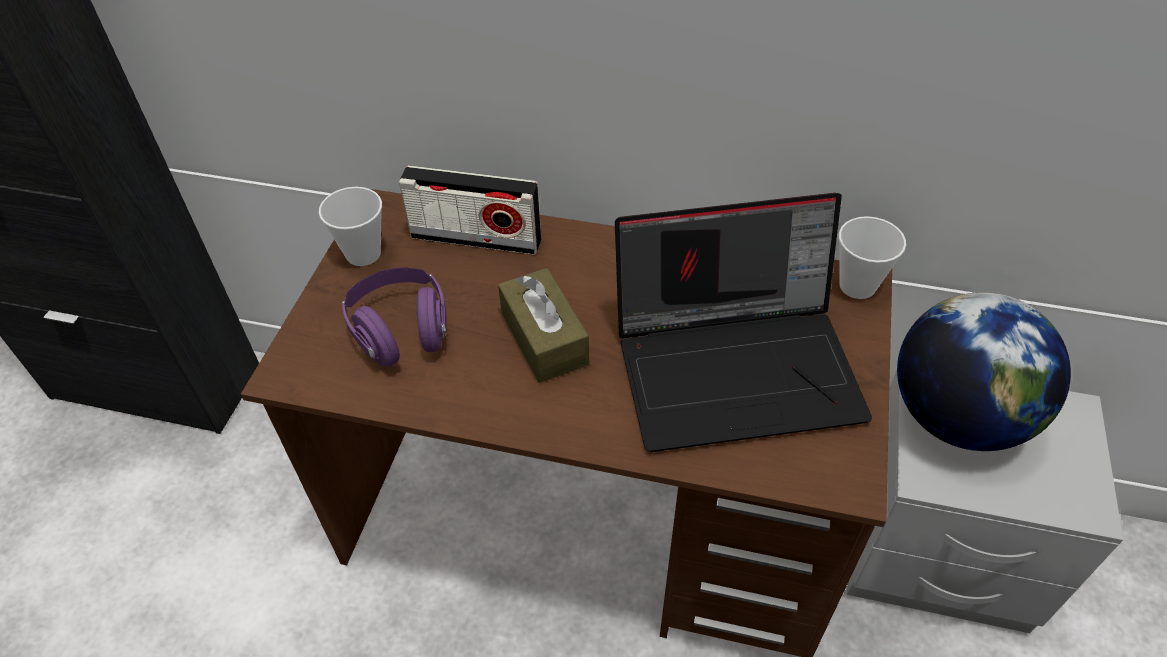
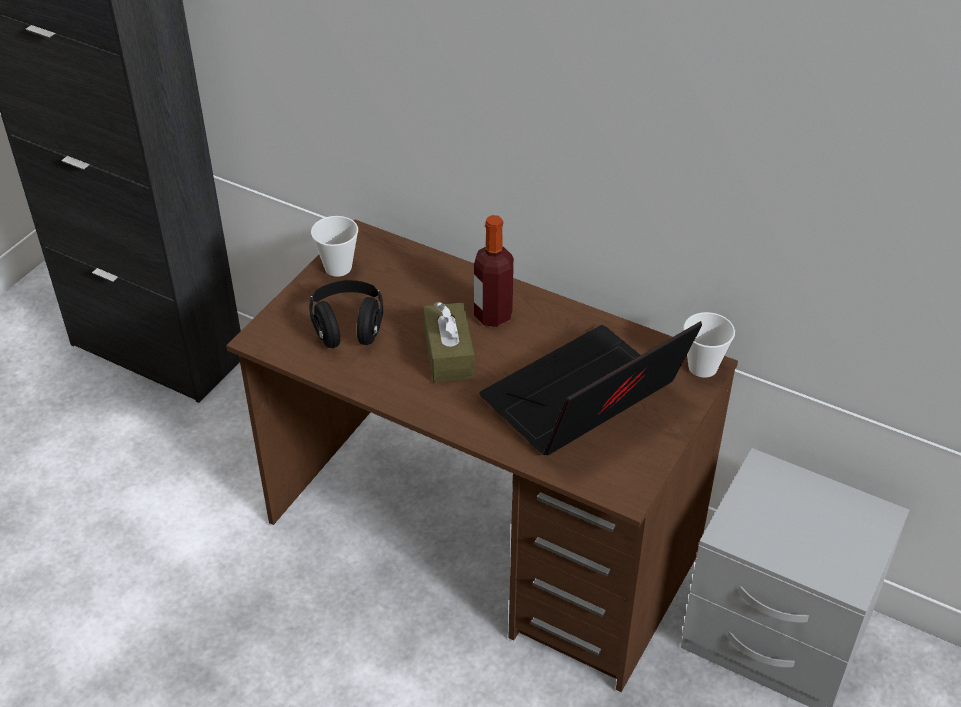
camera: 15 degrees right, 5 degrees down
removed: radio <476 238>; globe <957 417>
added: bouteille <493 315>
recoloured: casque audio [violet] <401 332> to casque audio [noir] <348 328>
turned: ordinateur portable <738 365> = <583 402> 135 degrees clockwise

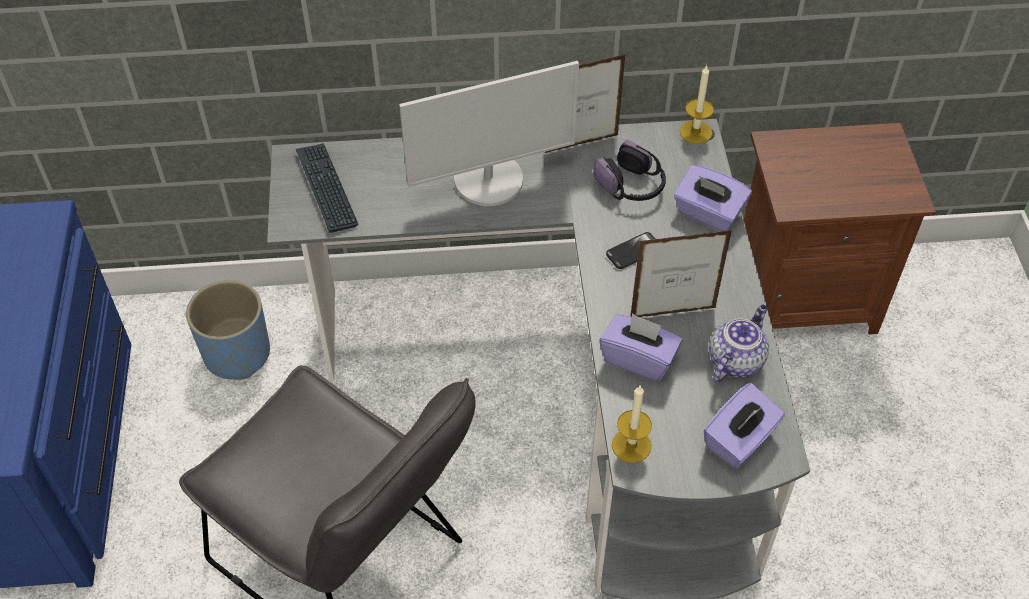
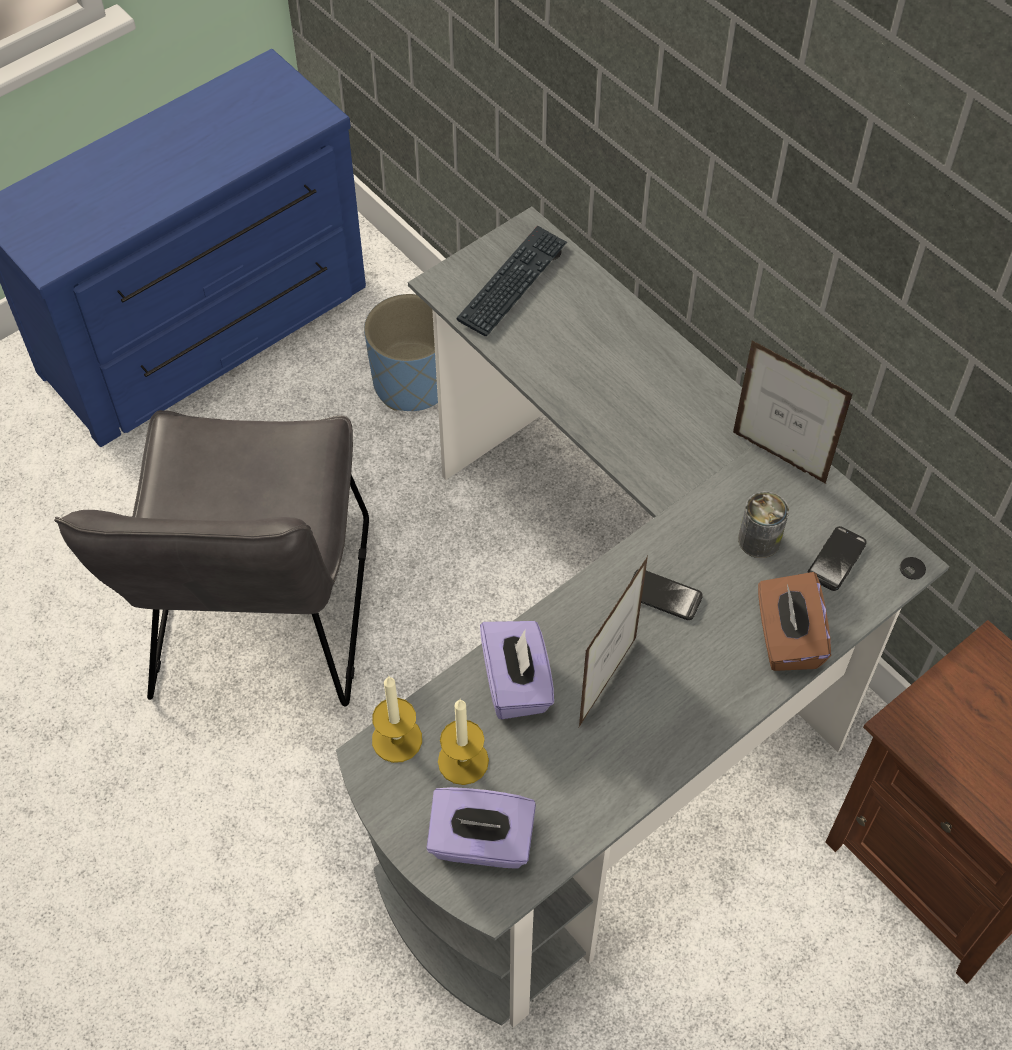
camera: 55 degrees right, 5 degrees up
removed: écran d'ordinateur <489 180>; théière <735 360>
added: téléphone <836 559>
moved: bougie <695 132> to <463 761>
replaced: casque audio <631 186> to boîte métallique <759 540>
recoloured: boîte à mouchoirs [violet] <708 213> to boîte à mouchoirs [marron] <787 638>
turned: cadre photo <673 313> = <607 682> 75 degrees clockwise

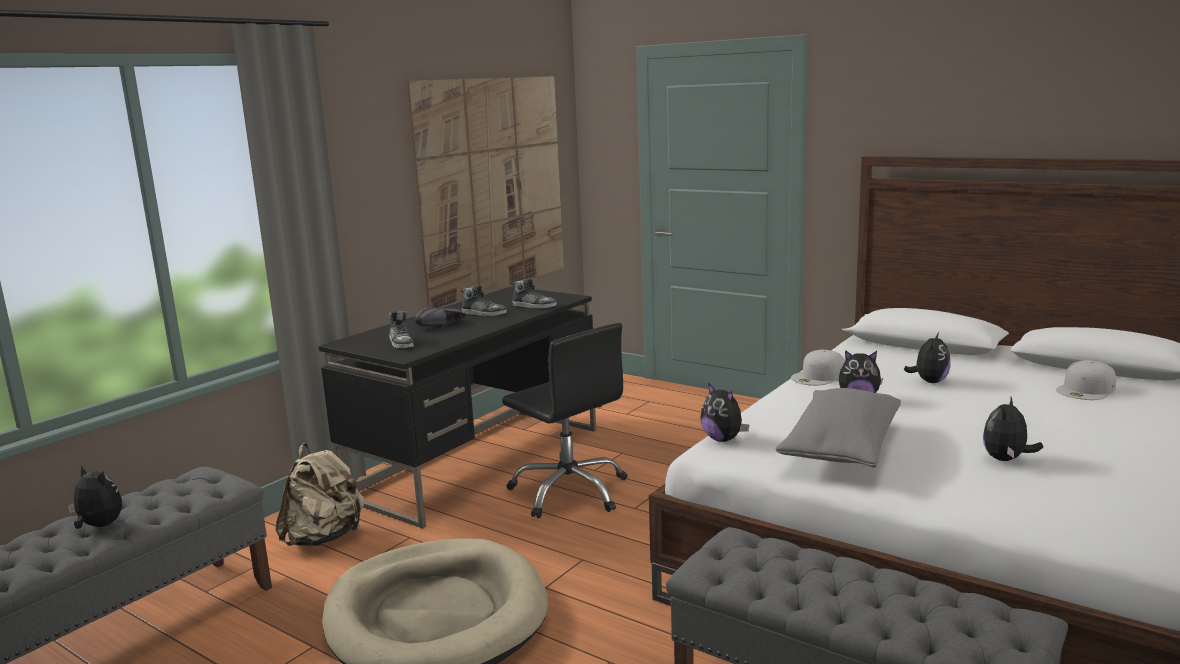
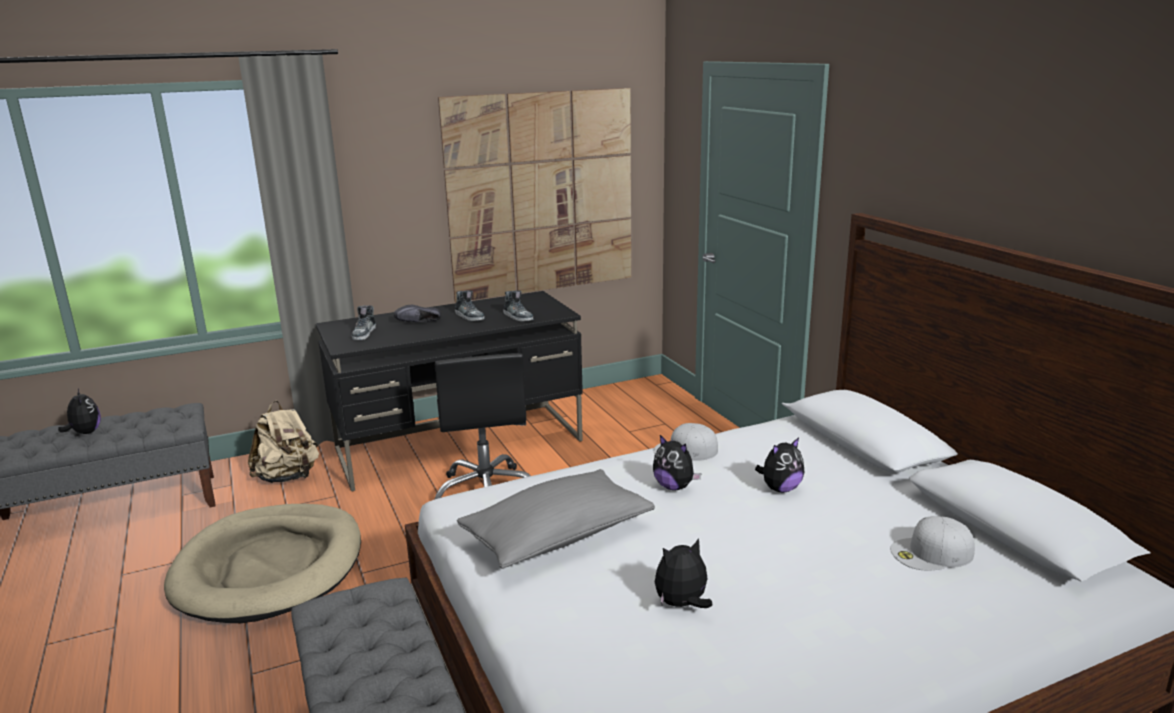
camera: 30 degrees right, 5 degrees up
removed: peluche <723 439>

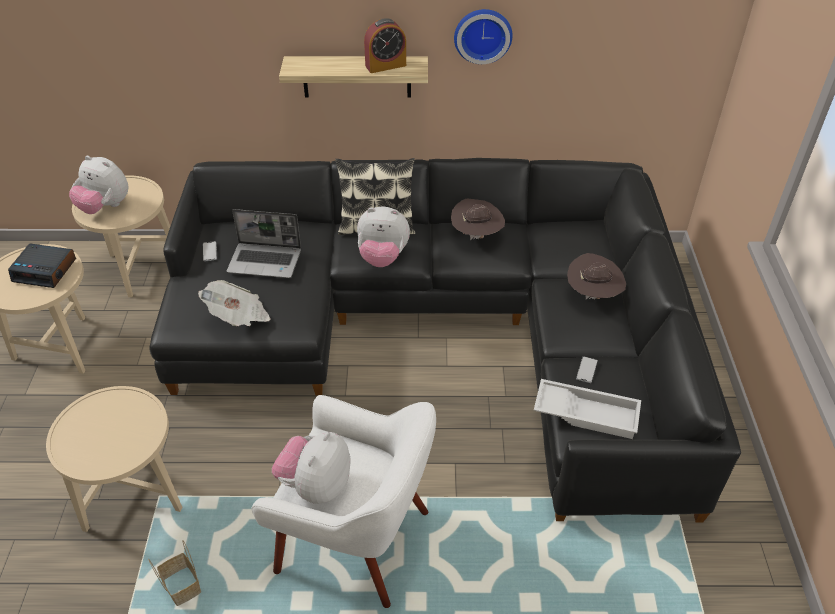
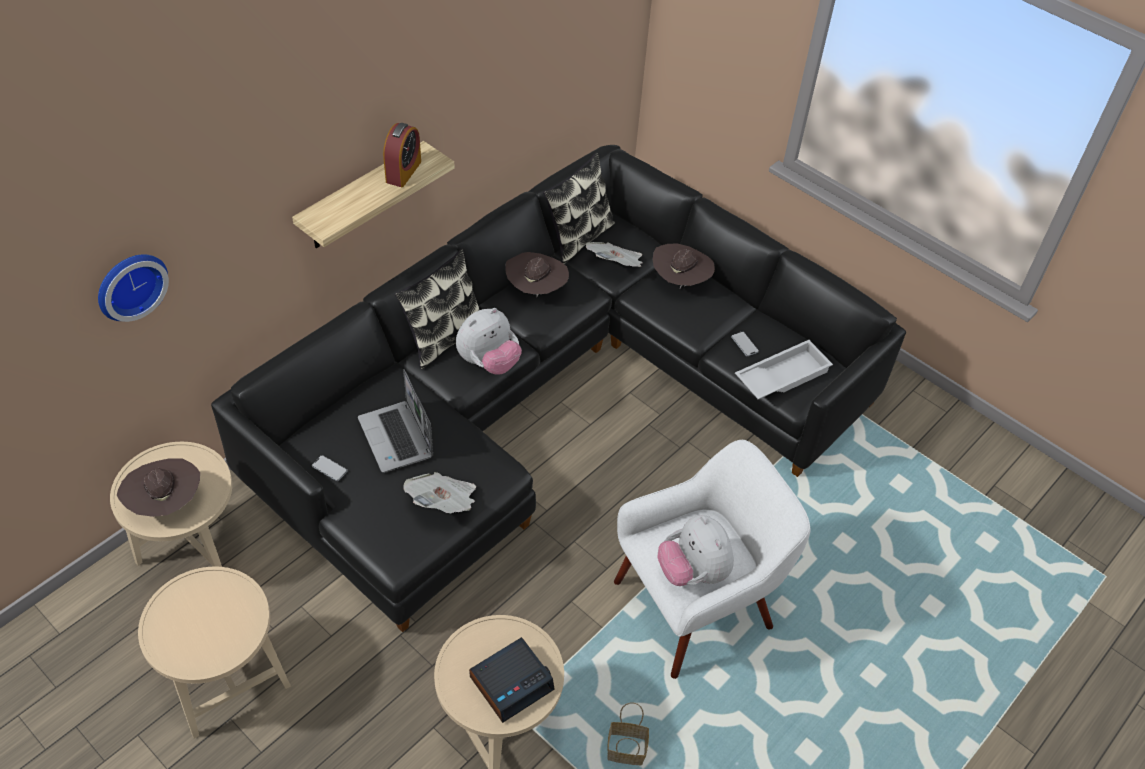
camera: 50 degrees left, 5 degrees up
added: coussin <578 238>; journal <616 265>
moved: réveil <45 270> to <512 682>; horloge murale <482 34> to <129 284>
replaced: peluche <105 207> to chapeau [marron] <166 503>
turned: ordinateur portable <266 261> = <397 438> 105 degrees clockwise

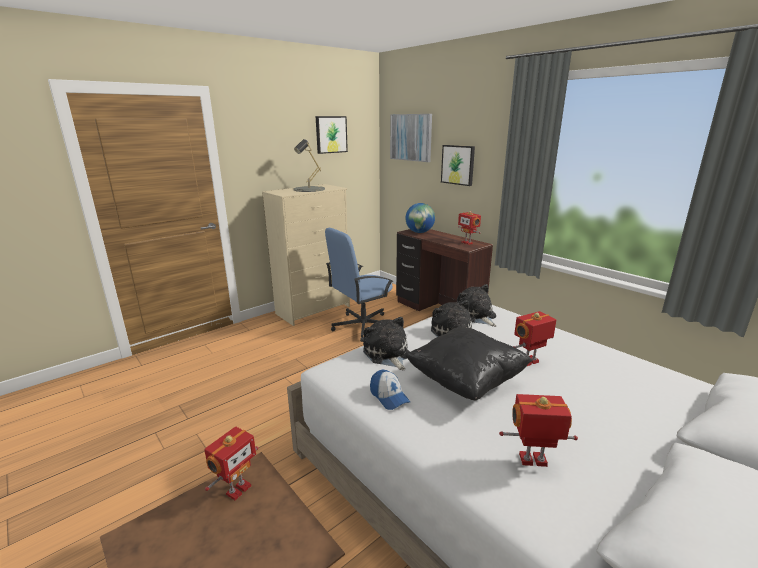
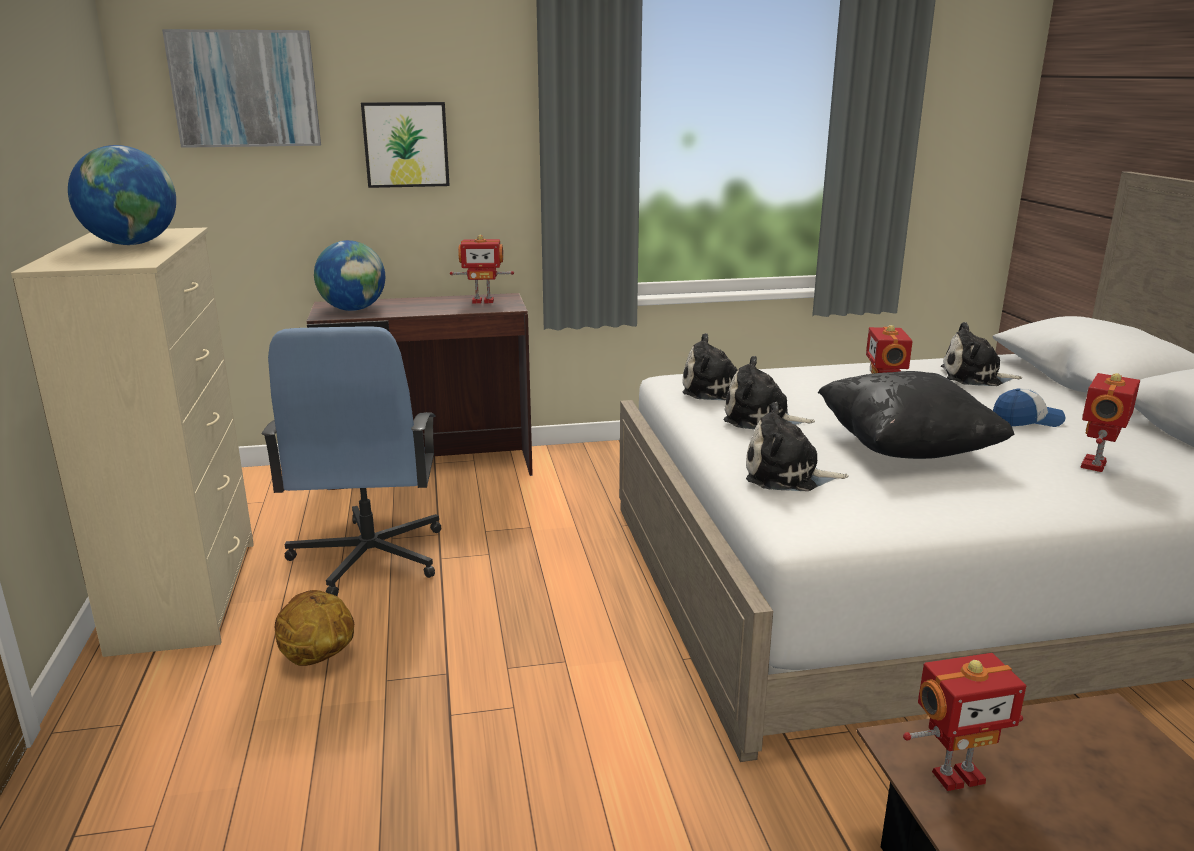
camera: 60 degrees left, 0 degrees up
removed: tableau <331 134>
added: ballon de basket <317 658>; peluche <975 377>
moved: casquette <389 396> to <1026 421>
replaced: lampe de table [gris] <309 189> to globe <132 244>
turned: robot jouet <237 489> = <956 775> 105 degrees clockwise

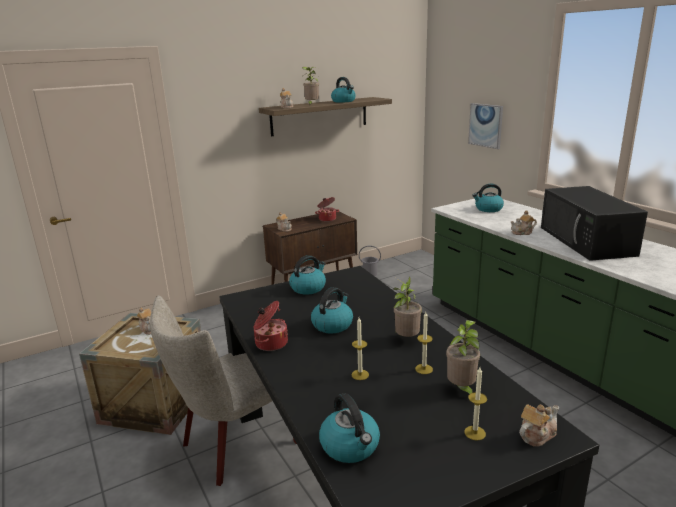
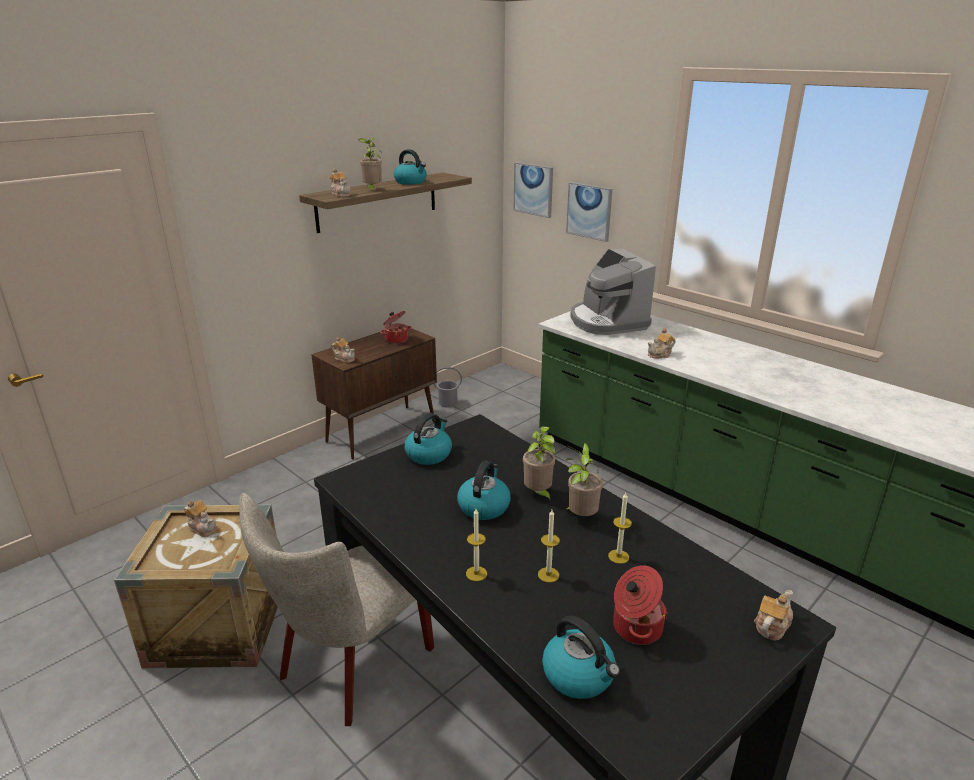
camera: 15 degrees left, 5 degrees up
removed: micro-ondes [noir] <587 241>
added: tableau <533 189>
moved: marmite <270 343> to <635 627>; plante en pot <461 389> to <538 494>; bougie <475 433> to <476 573>
replaced: bouilloire <488 209> to machine à café <607 321>

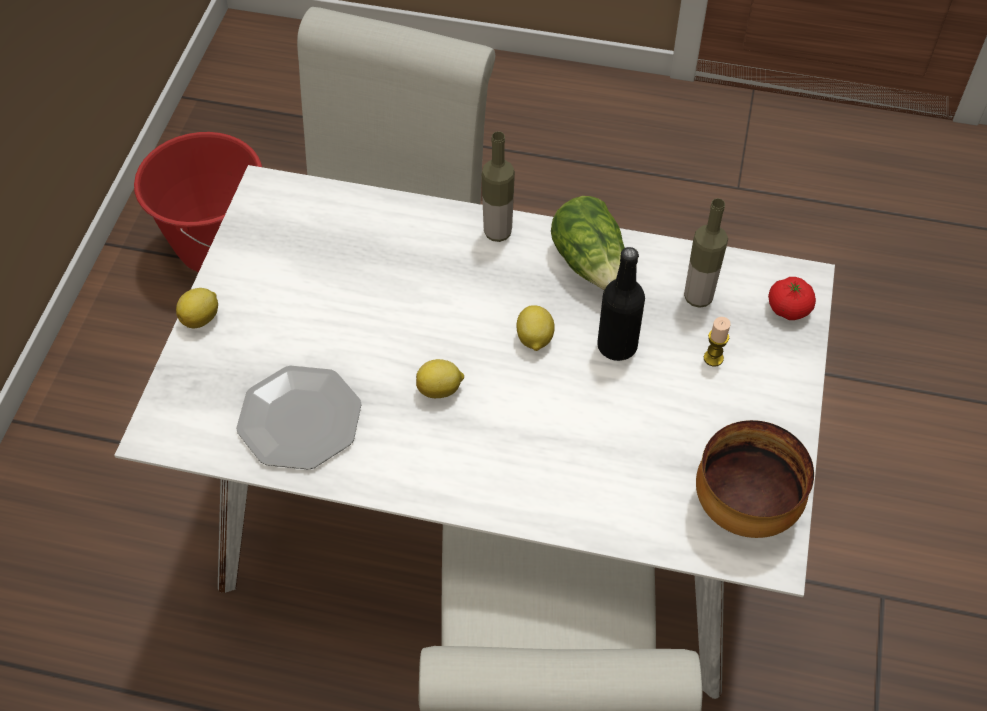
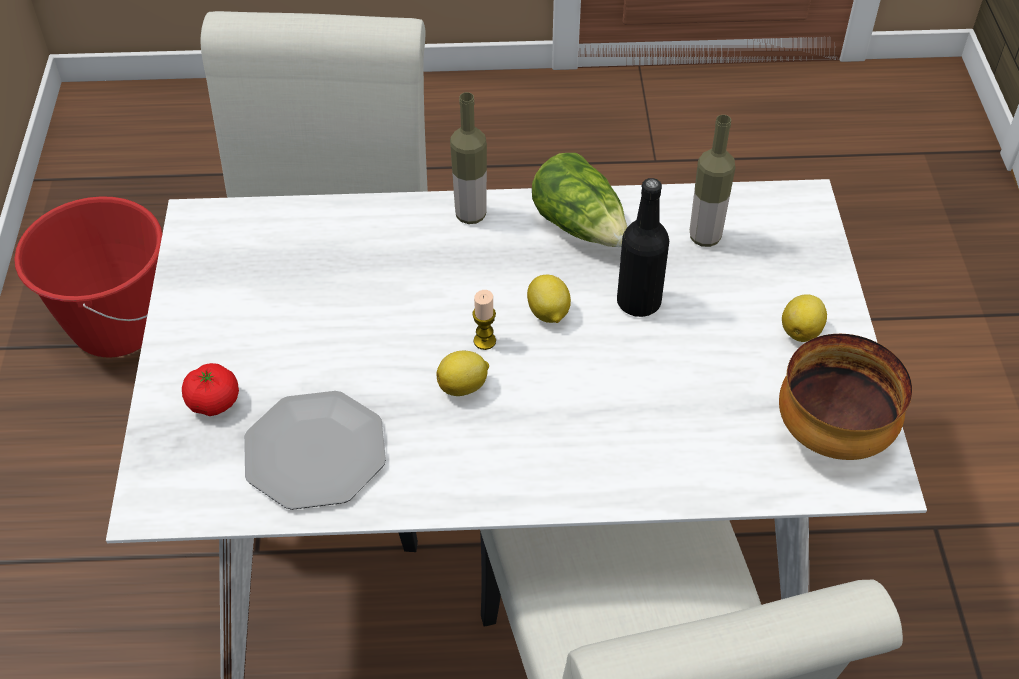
camera: 15 degrees left, 5 degrees down
moved: citron <201 318> to <801 331>; bougie <713 358> to <484 341>; tomate <788 308> to <213 402>

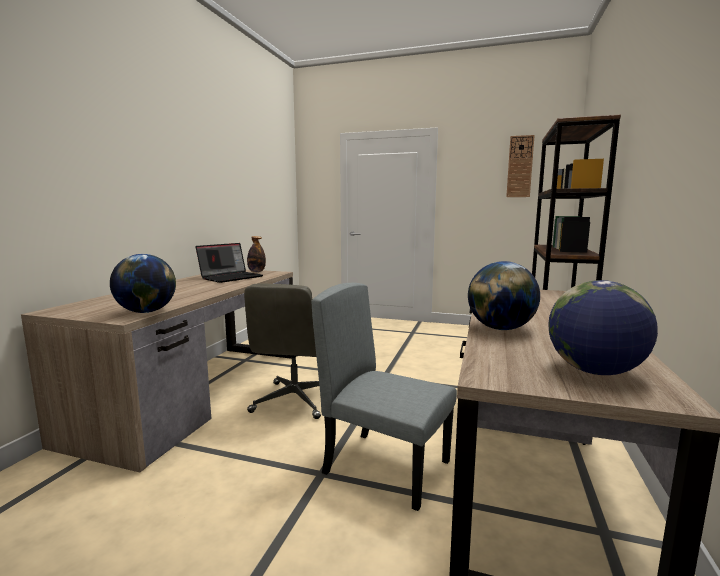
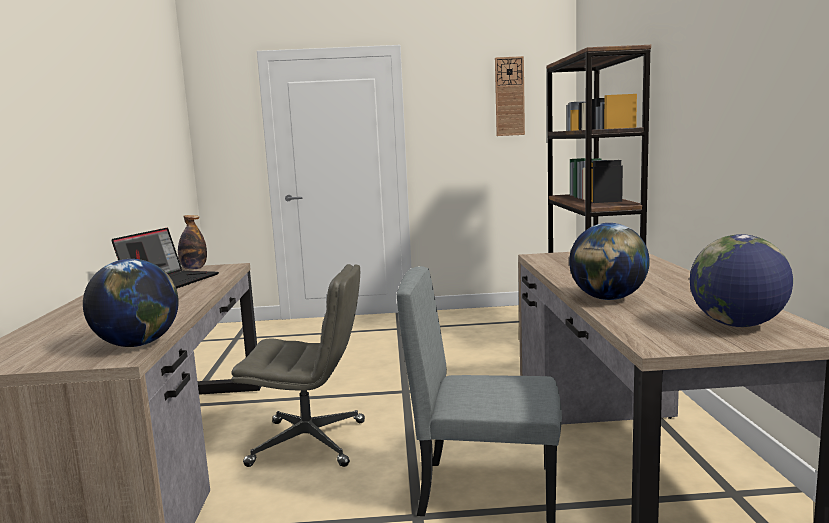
camera: 20 degrees left, 0 degrees up
turned: chaise de bureau [gris] <294 400> = <310 443> 75 degrees counterclockwise

